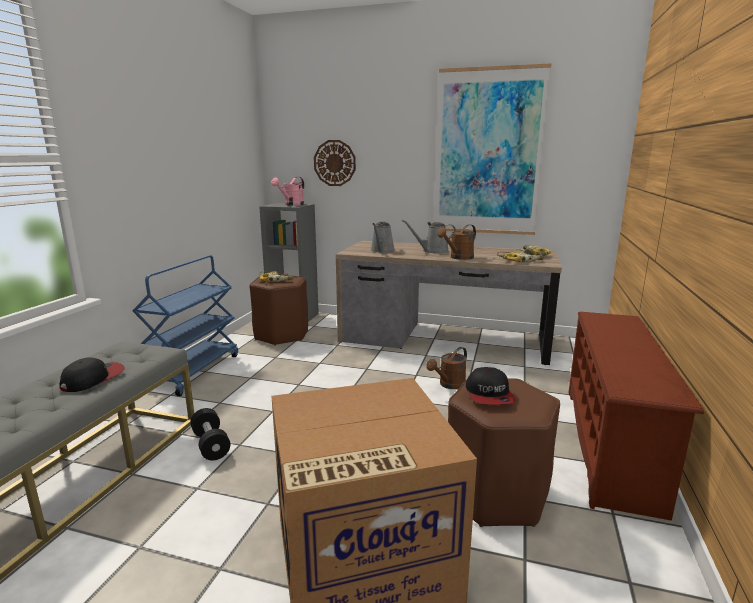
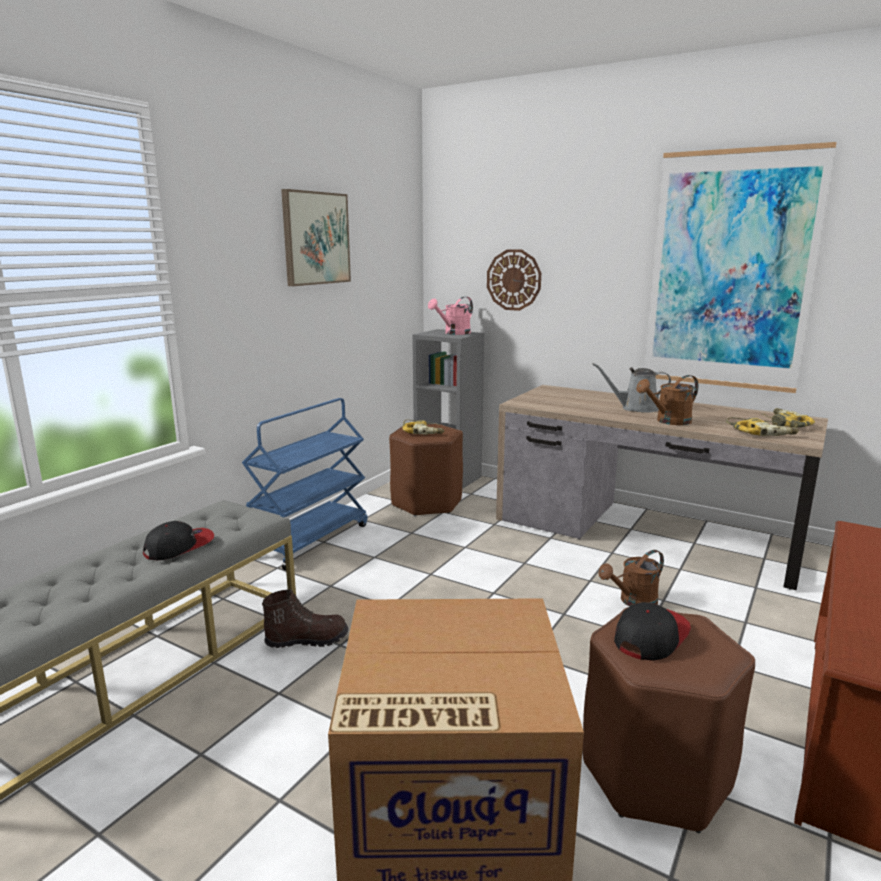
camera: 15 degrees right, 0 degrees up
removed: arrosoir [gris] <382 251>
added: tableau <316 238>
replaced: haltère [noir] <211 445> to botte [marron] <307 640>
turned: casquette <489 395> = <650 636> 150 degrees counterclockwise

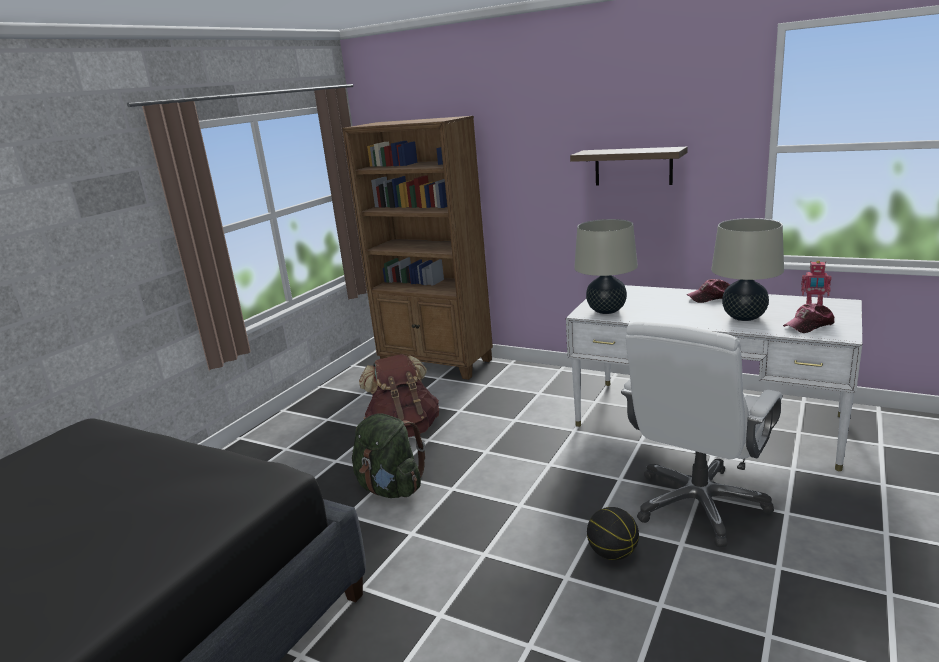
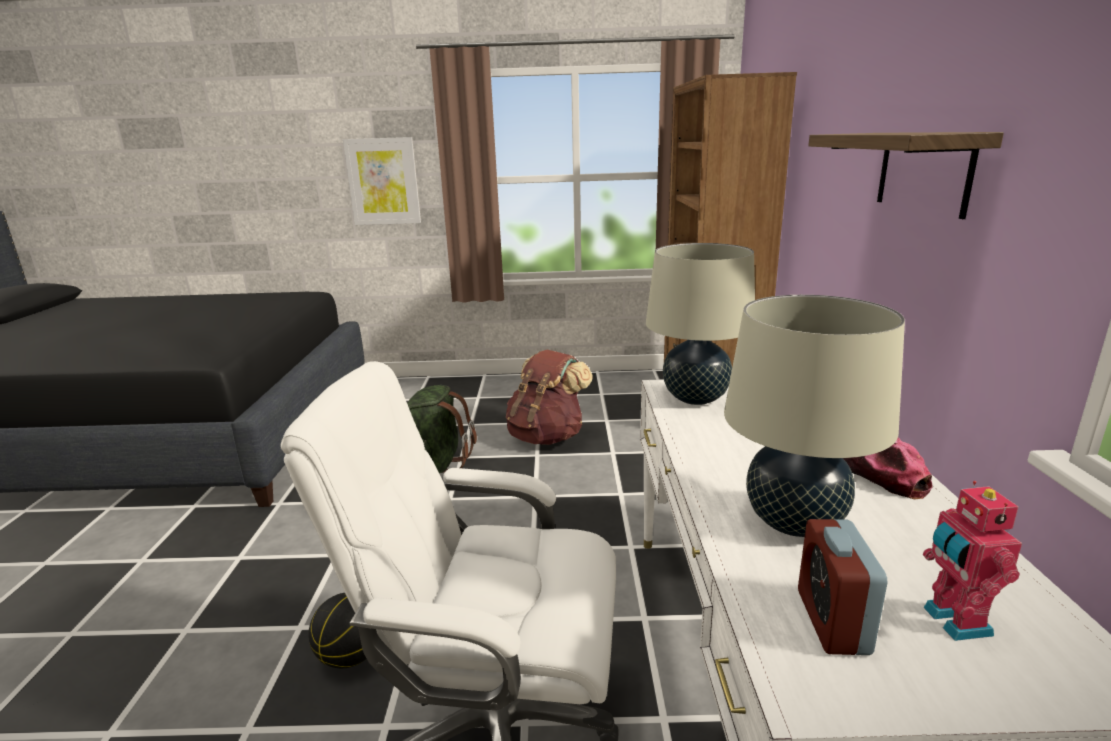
camera: 60 degrees right, 0 degrees up
added: tableau <383 181>
replaced: casquette <809 325> to réveil <832 622>

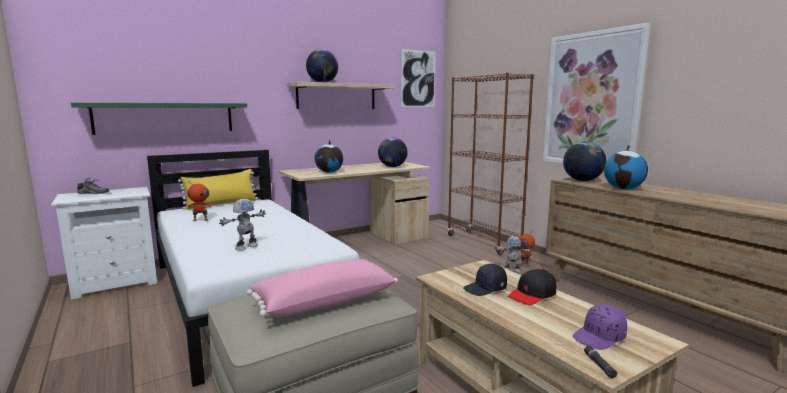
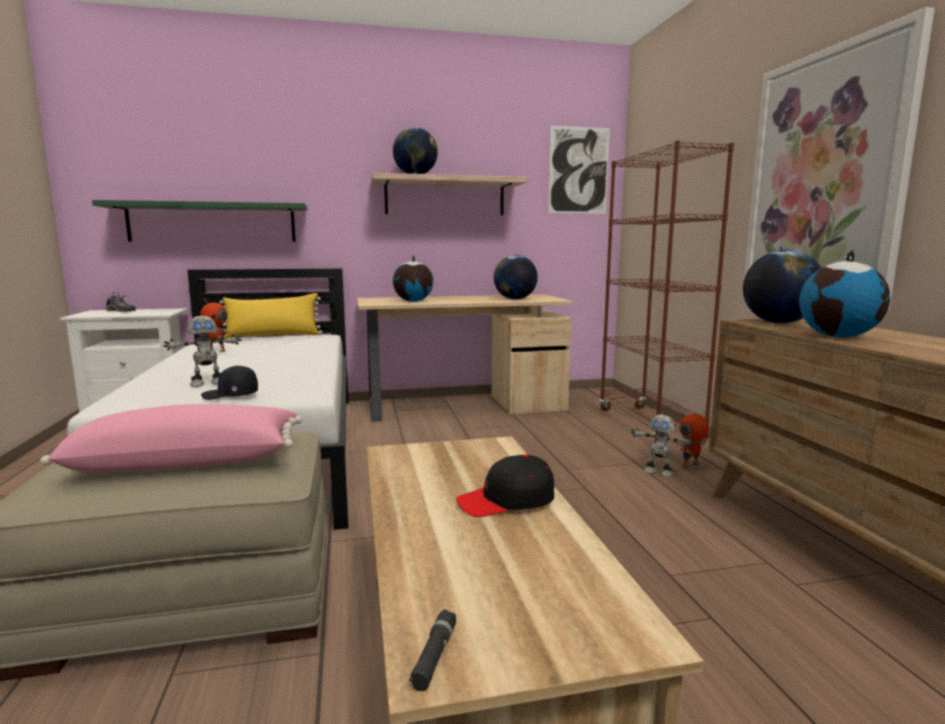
camera: 20 degrees right, 0 degrees up
removed: casquette [violet] <599 337>
moved: casquette [noir] <485 289> to <230 395>

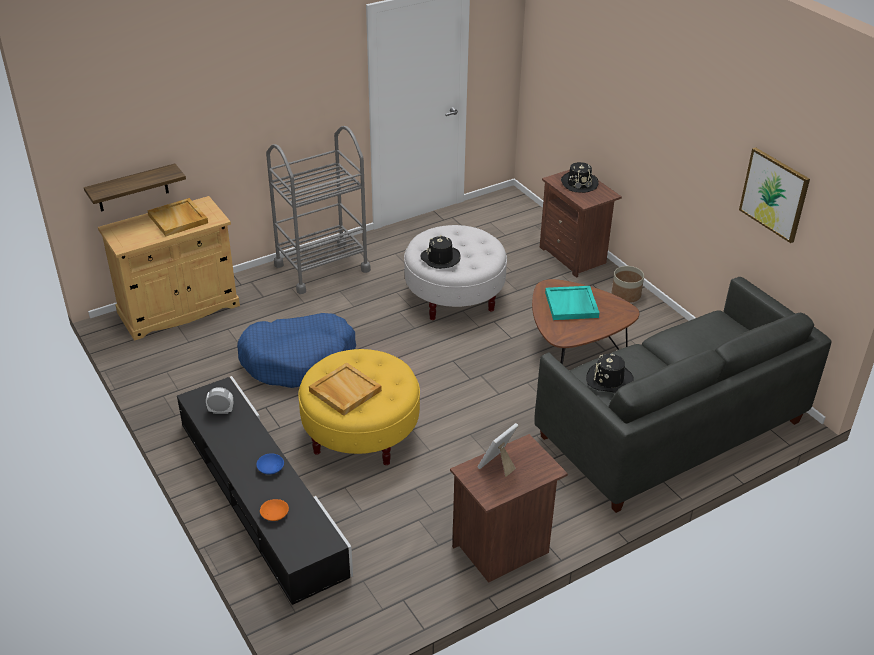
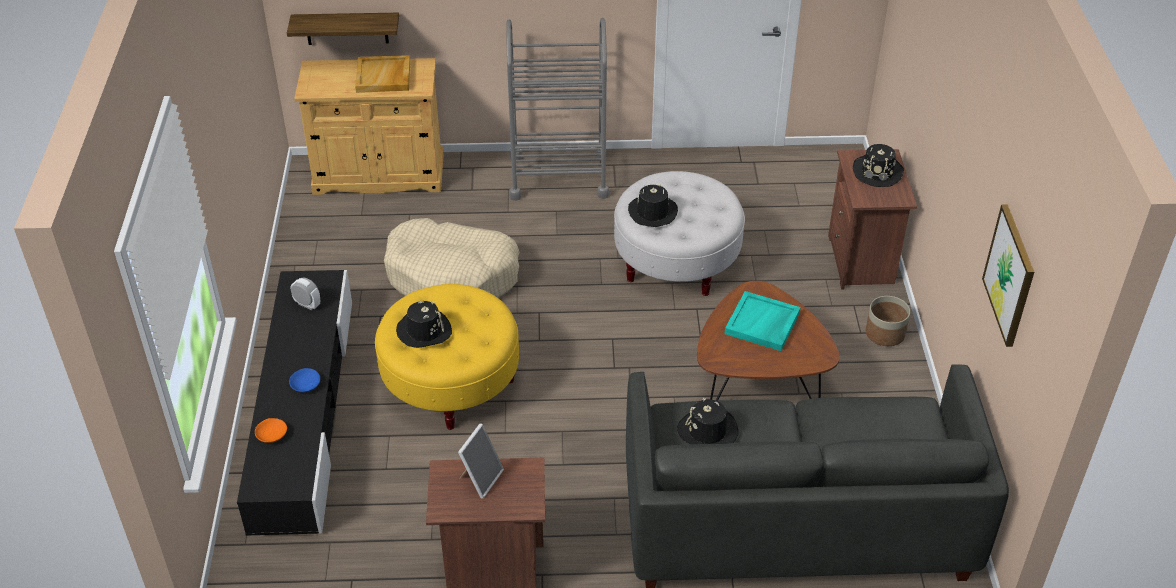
camera: 30 degrees right, 5 degrees up
replaced: plateau [beige] <344 391> to chapeau [noir] <424 330>
recoloured: panier pour chien [bleu] <299 360> to panier pour chien [beige] <452 276>
turned: cadre photo <498 465> = <480 478> 135 degrees clockwise

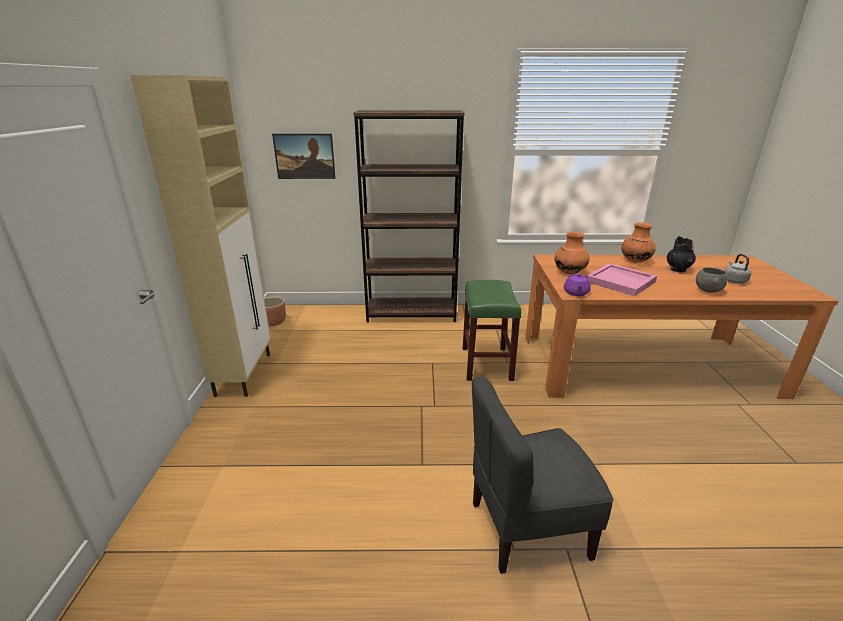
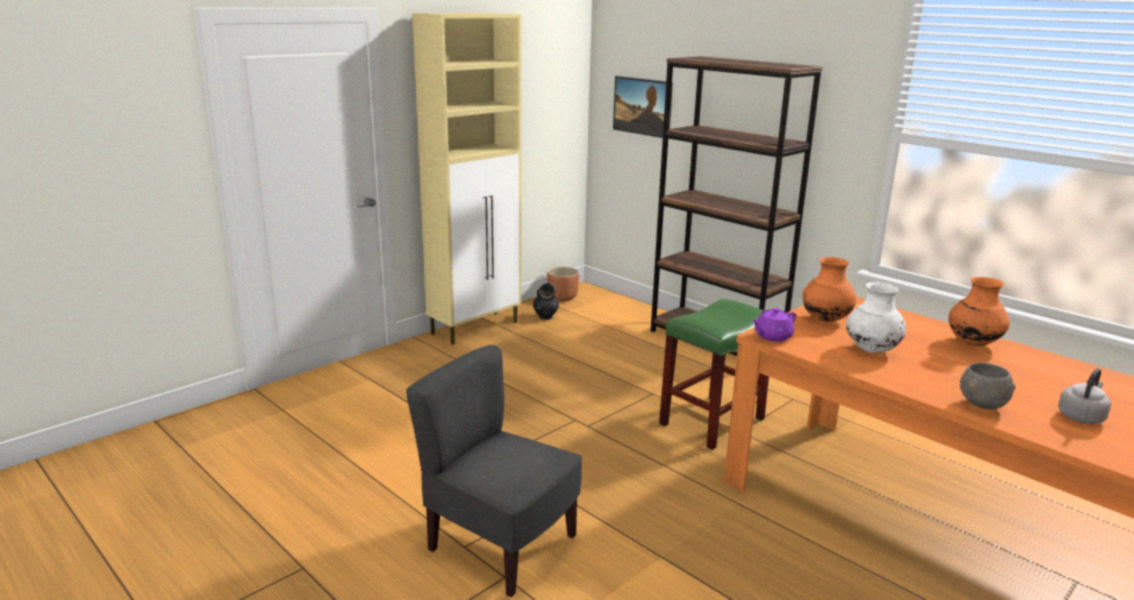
camera: 45 degrees right, 5 degrees down
moved: vase [noir] <678 270> to <545 317>
replaced: plateau [rose] <621 282> to vase [blanc] <871 350>

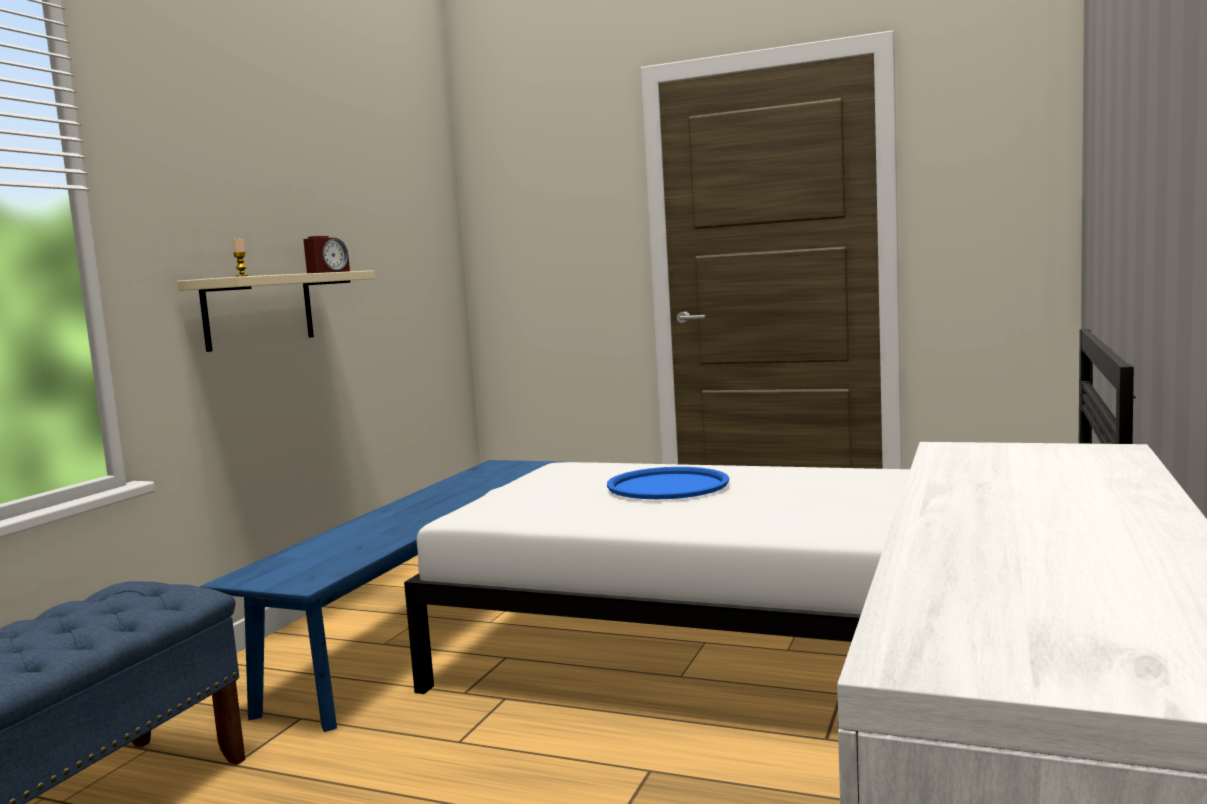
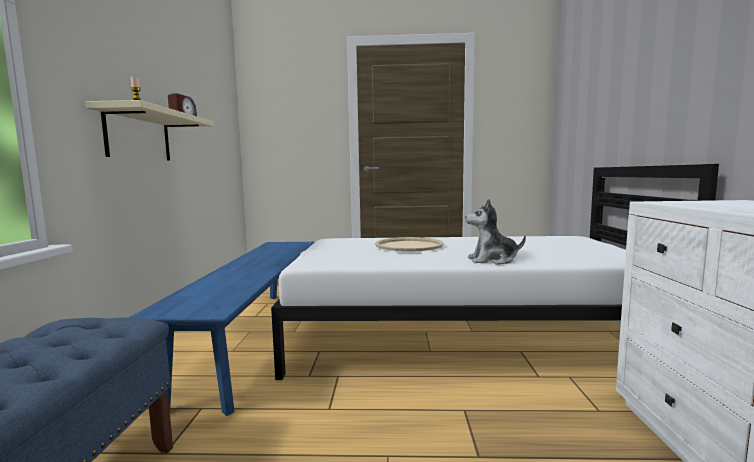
camera: 20 degrees left, 0 degrees up
added: peluche <492 260>
recoloured: plateau [bleu] <667 485> to plateau [beige] <409 245>

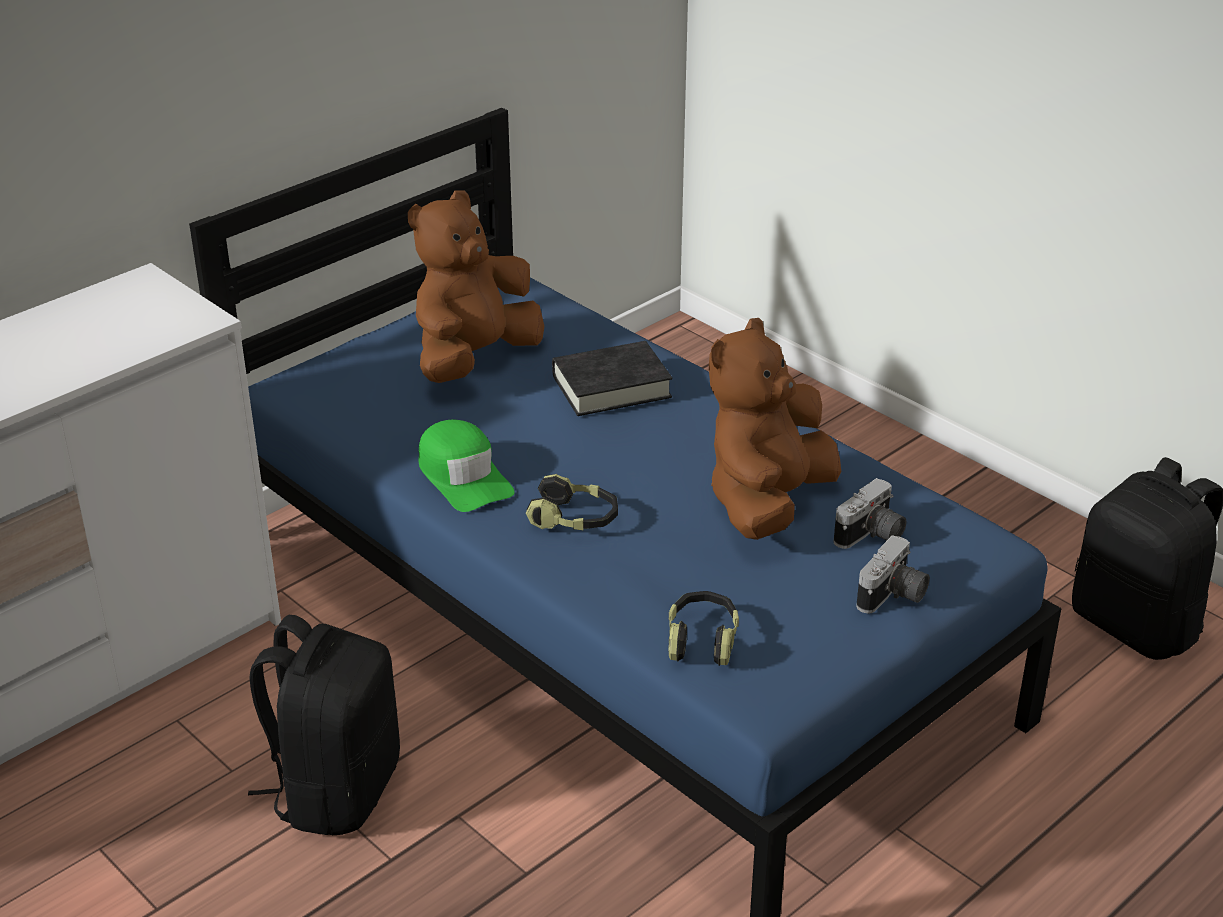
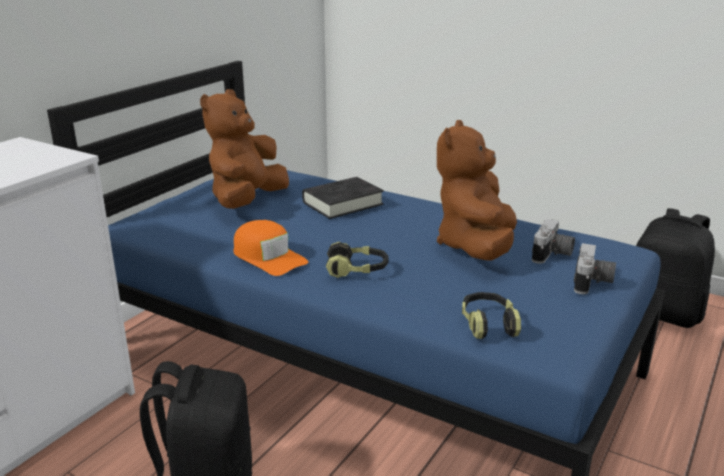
camera: 15 degrees left, 10 degrees down
recoloured: casquette [vert] <463 476> to casquette [orange] <268 257>

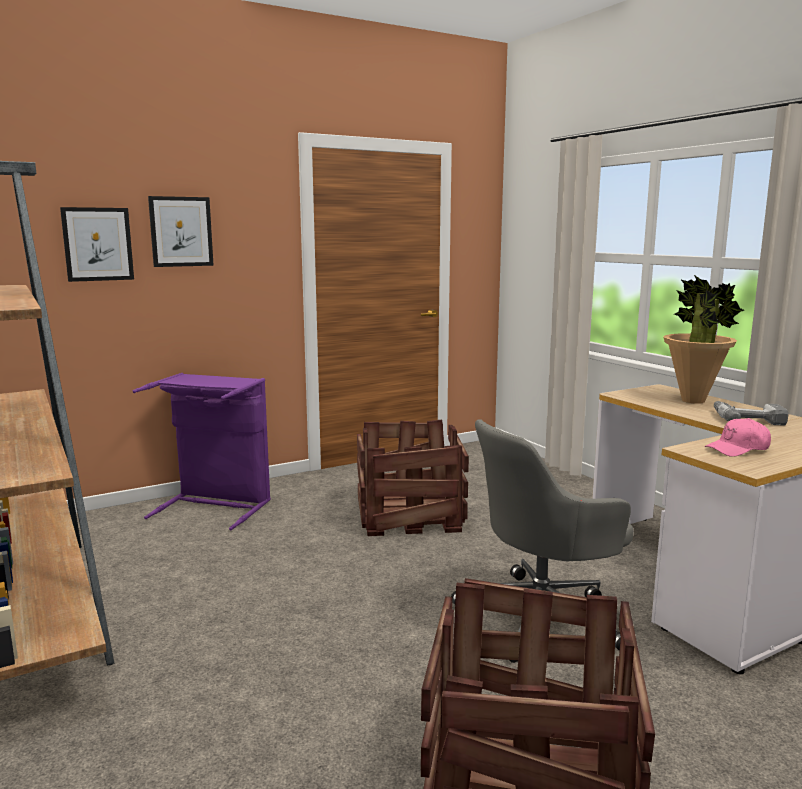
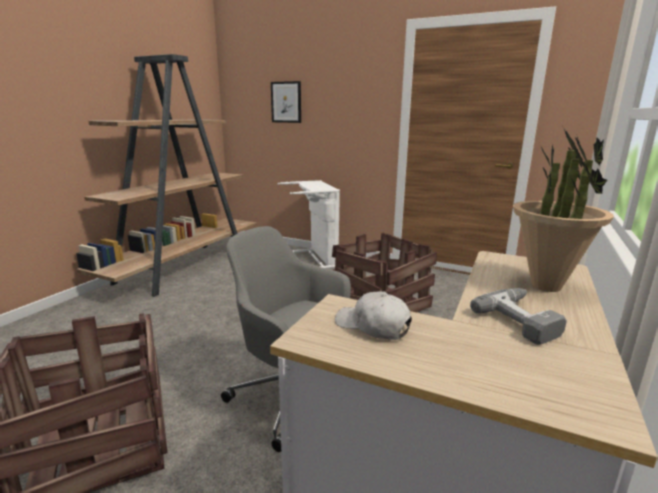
camera: 55 degrees right, 5 degrees up
removed: tableau <181 231>
recoloured: panier à linge [violet] <216 506> to panier à linge [blanc] <314 259>; casquette [rose] <738 449> to casquette [blanc] <372 326>

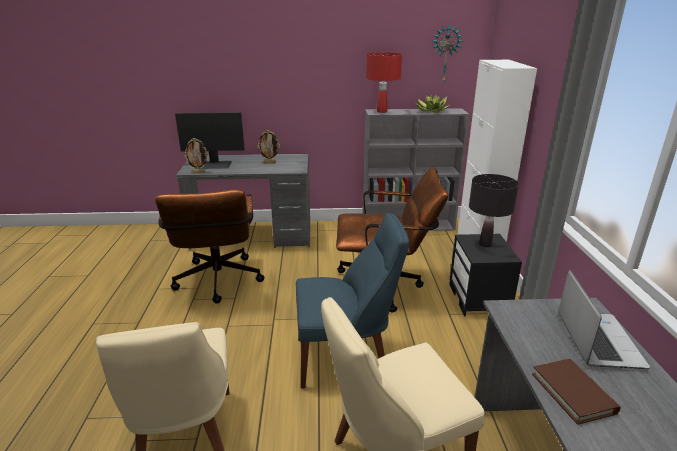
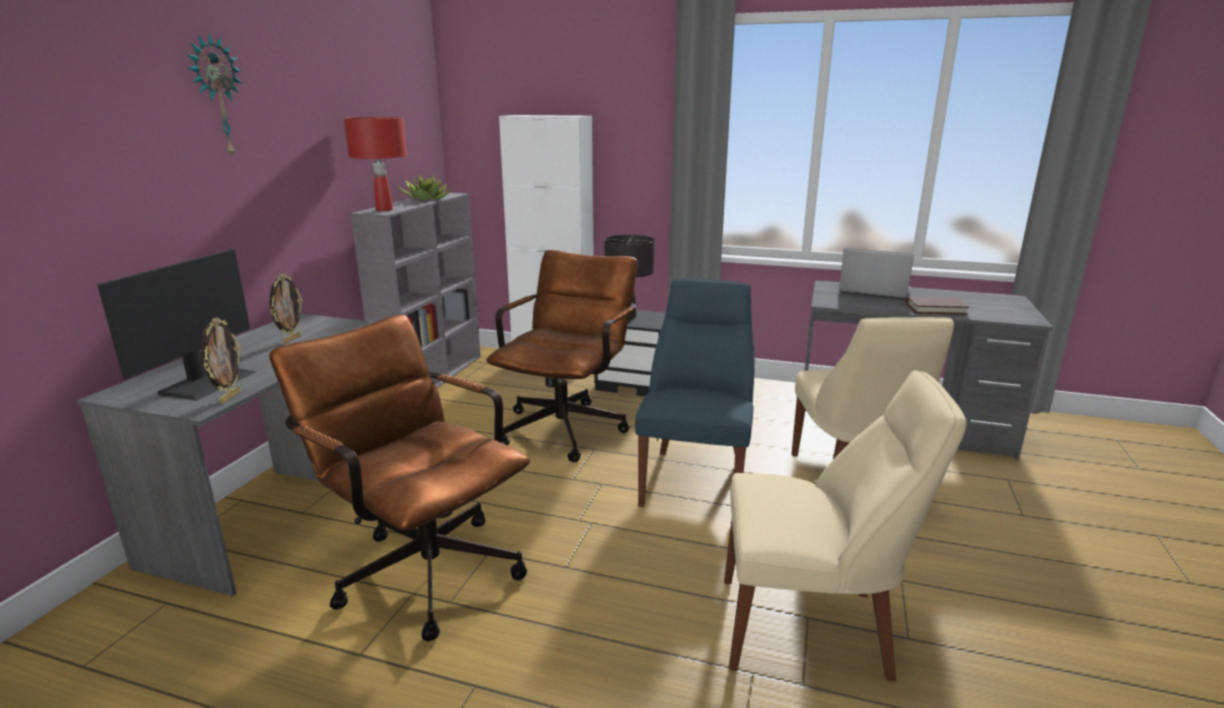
camera: 70 degrees left, 5 degrees down
moved: horloge murale <445 54> to <216 97>
turned: chaise de bureau [marron] <218 283> = <421 566> 150 degrees counterclockwise

